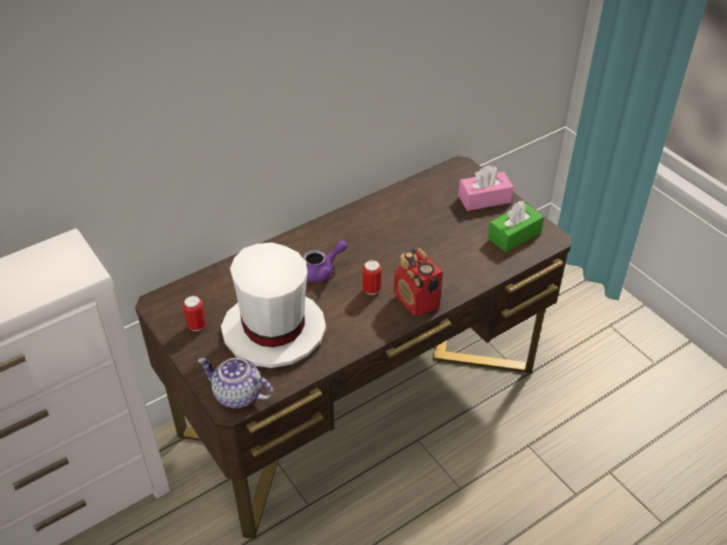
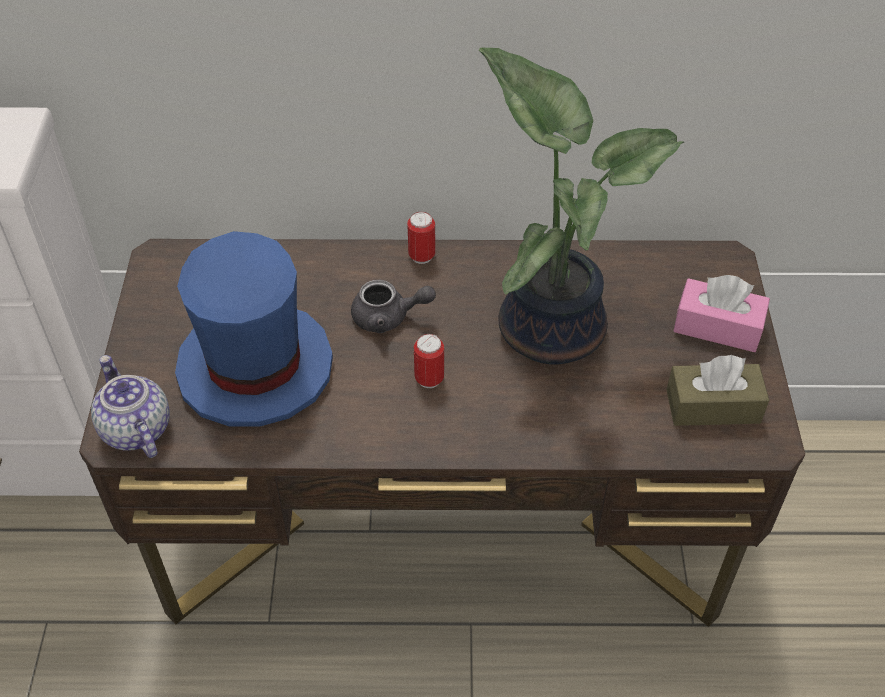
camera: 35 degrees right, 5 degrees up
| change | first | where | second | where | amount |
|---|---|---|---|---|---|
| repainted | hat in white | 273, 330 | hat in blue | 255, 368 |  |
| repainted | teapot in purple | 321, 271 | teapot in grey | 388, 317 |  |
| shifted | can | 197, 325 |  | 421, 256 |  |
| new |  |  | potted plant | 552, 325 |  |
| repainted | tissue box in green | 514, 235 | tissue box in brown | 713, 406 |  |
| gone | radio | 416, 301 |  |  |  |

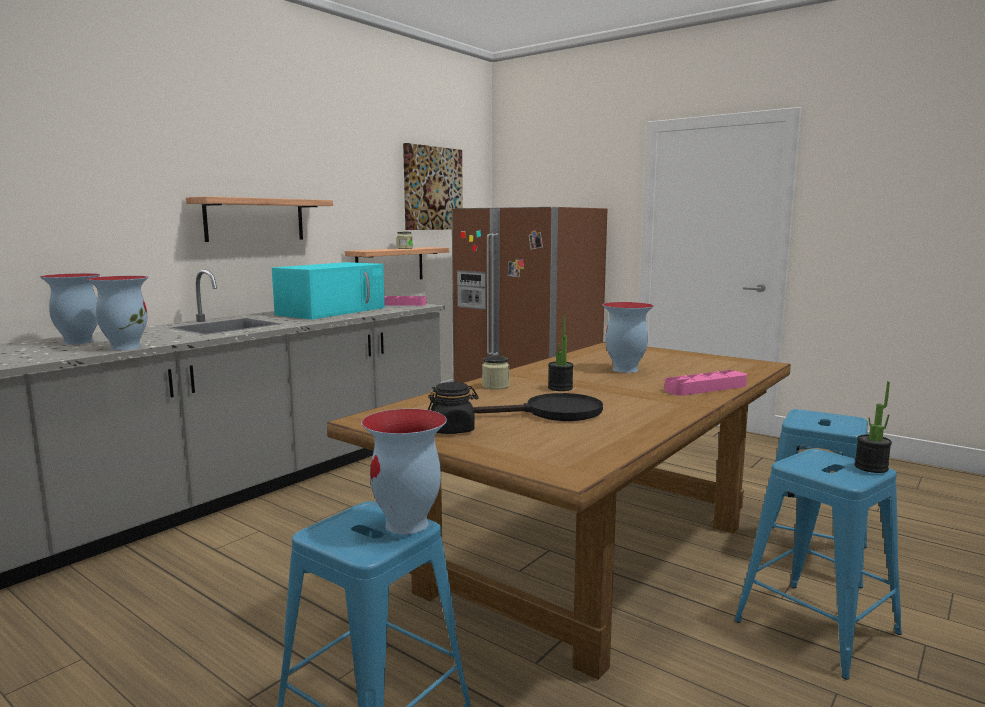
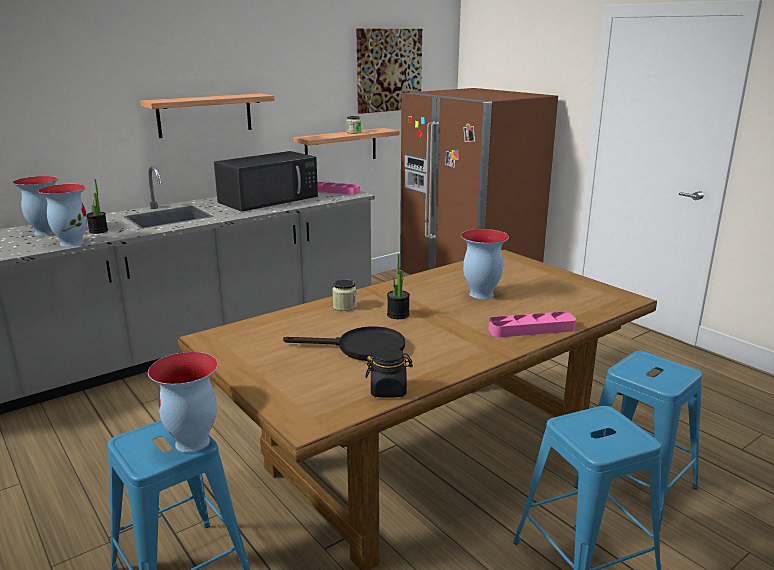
camera: 15 degrees right, 10 degrees up
| change | first | where | second | where | amount |
|---|---|---|---|---|---|
| shifted | potted plant | 871, 467 |  | 98, 231 |  |
| repainted | microwave in turquoise | 332, 311 | microwave in black | 269, 199 |  |
| shifted | jar in black | 453, 430 |  | 388, 390 |  |

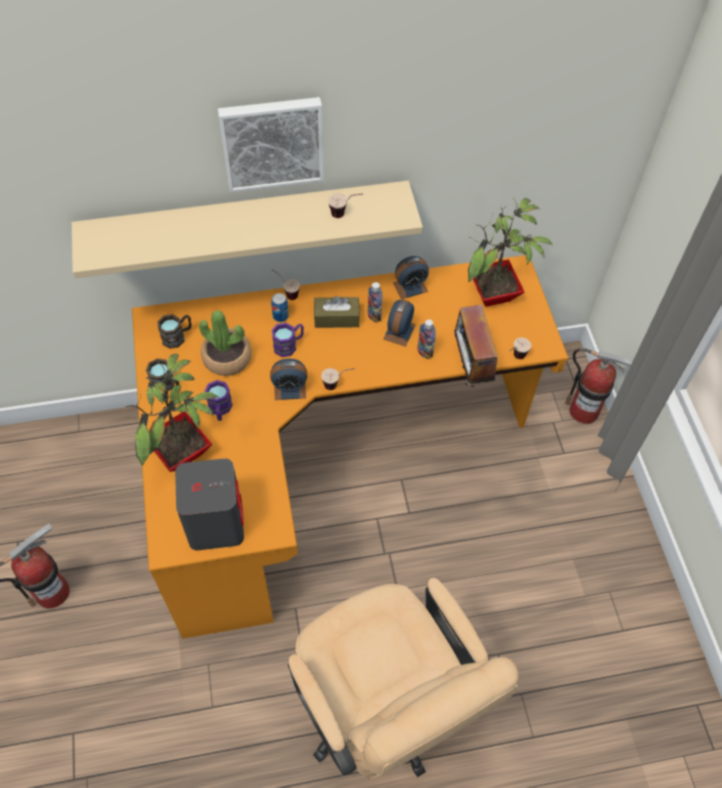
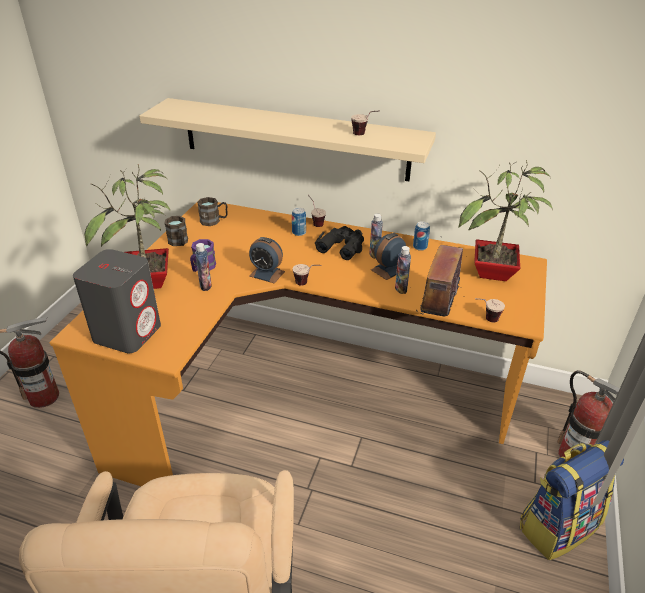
camera: 30 degrees right, 20 degrees down
| change | first | where | second | where | amount |
|---|---|---|---|---|---|
| new |  |  | bottle | 205, 285 |  |
| swapped | tissue box in brown | 336, 318 | binoculars in black | 342, 246 |  |
| swapped | alarm clock | 410, 287 | can | 420, 247 |  |
| new |  |  | backpack | 557, 526 |  |
| gone | potted plant | 227, 358 |  |  |  |
| gone | picture | 272, 142 |  |  |  |
| gone | mug in purple | 289, 345 |  |  |  |

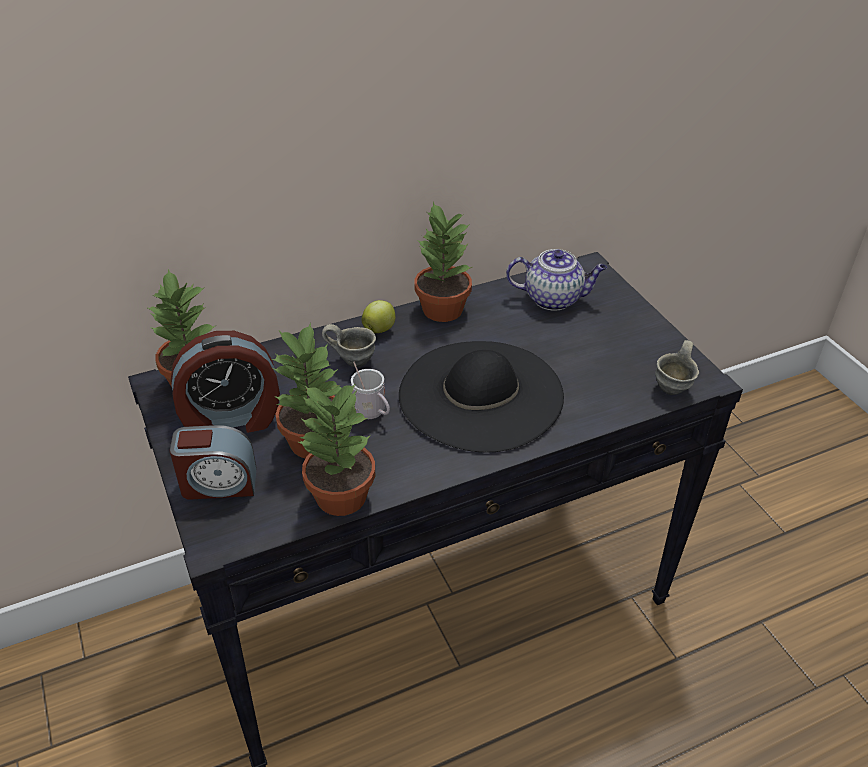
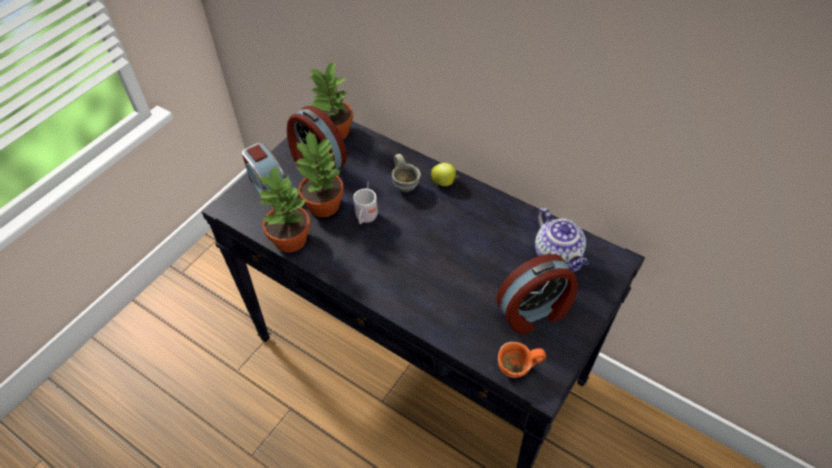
camera: 60 degrees right, 10 degrees up
| change | first | where | second | where | amount |
|---|---|---|---|---|---|
| new |  |  | alarm clock | 535, 312 |  |
| repainted | mug in grey | 675, 387 | mug in orange | 516, 370 |  |
| gone | hat in black | 481, 394 |  |  |  |
| gone | potted plant | 441, 309 |  |  |  |

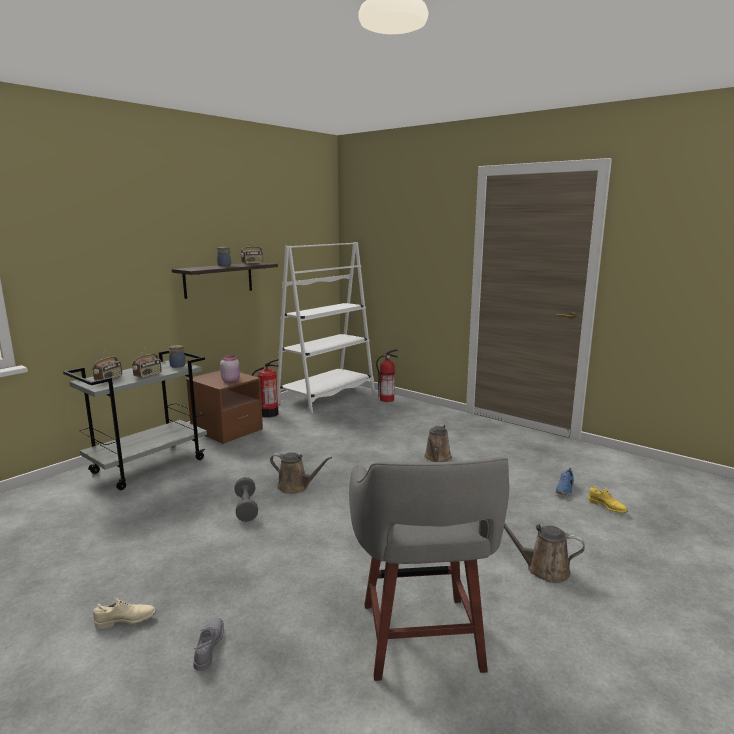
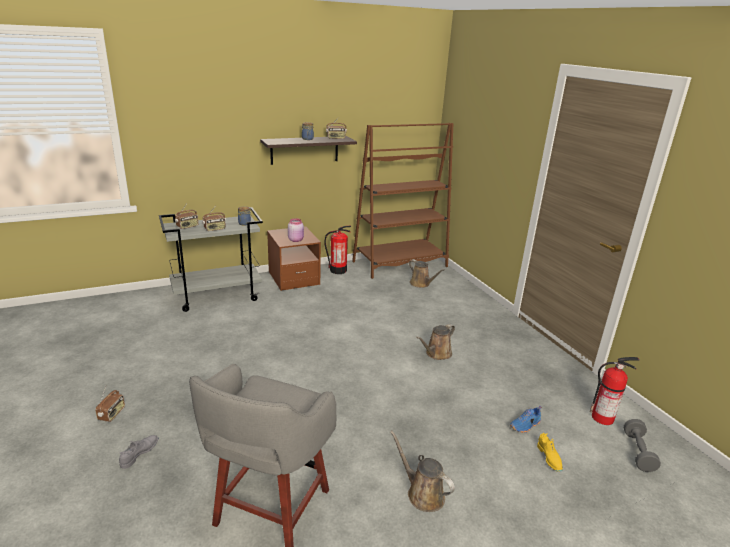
camera: 25 degrees right, 10 degrees up
| change | first | where | second | where | amount |
|---|---|---|---|---|---|
| swapped | shoe in beige | 126, 620 | radio | 112, 414 |  |
| repainted | bookcase in white | 327, 396 | bookcase in brown | 400, 264 |  |
| shifted | watering can in brown | 296, 487 |  | 421, 284 |  |
| shifted | fire extinguisher | 387, 399 |  | 603, 417 |  |
| shifted | dumbbell in grey | 246, 507 |  | 638, 452 |  |

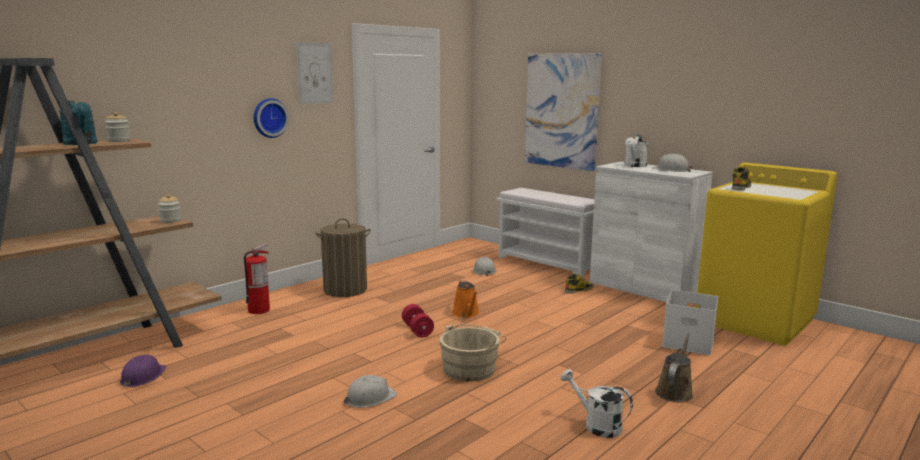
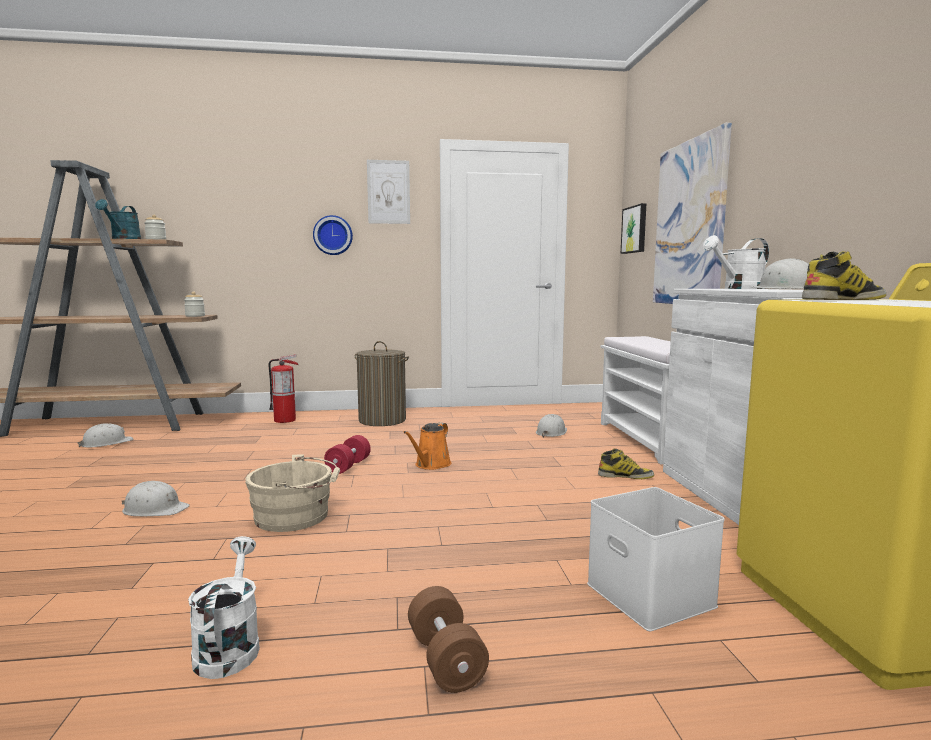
camera: 40 degrees right, 5 degrees down
| change | first | where | second | where | amount |
|---|---|---|---|---|---|
| repainted | hard hat in purple | 142, 377 | hard hat in white | 106, 443 |  |
| swapped | watering can in brown | 674, 391 | dumbbell in brown | 446, 659 |  |
| new |  |  | picture | 635, 229 |  |

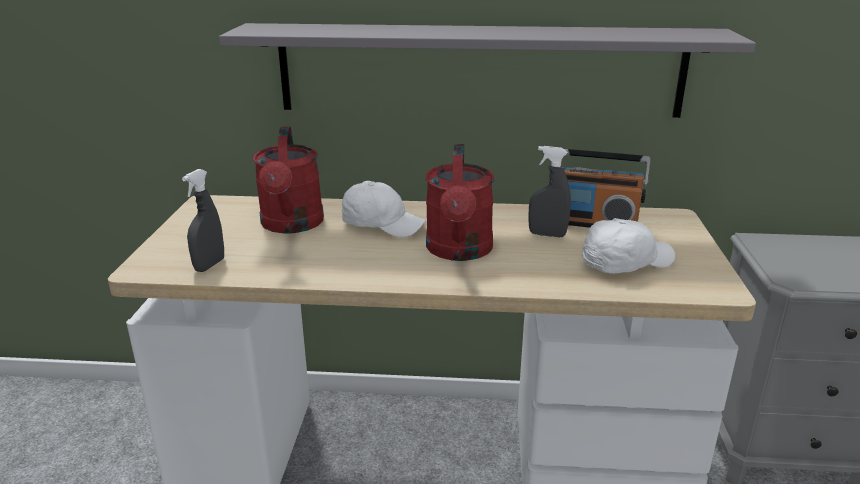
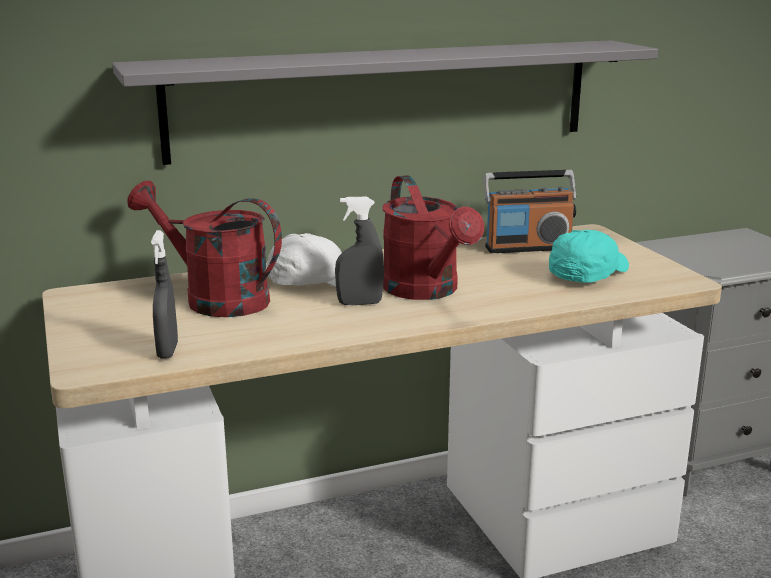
camera: 25 degrees left, 5 degrees down
| change | first | where | second | where | amount |
|---|---|---|---|---|---|
| rotated | watering can in red | 292, 225 |  | 214, 299 | 150 degrees clockwise |
| shifted | spray bottle in grey | 547, 234 |  | 359, 303 |  |
| repainted | cap in white | 624, 262 | cap in turquoise | 587, 274 |  |

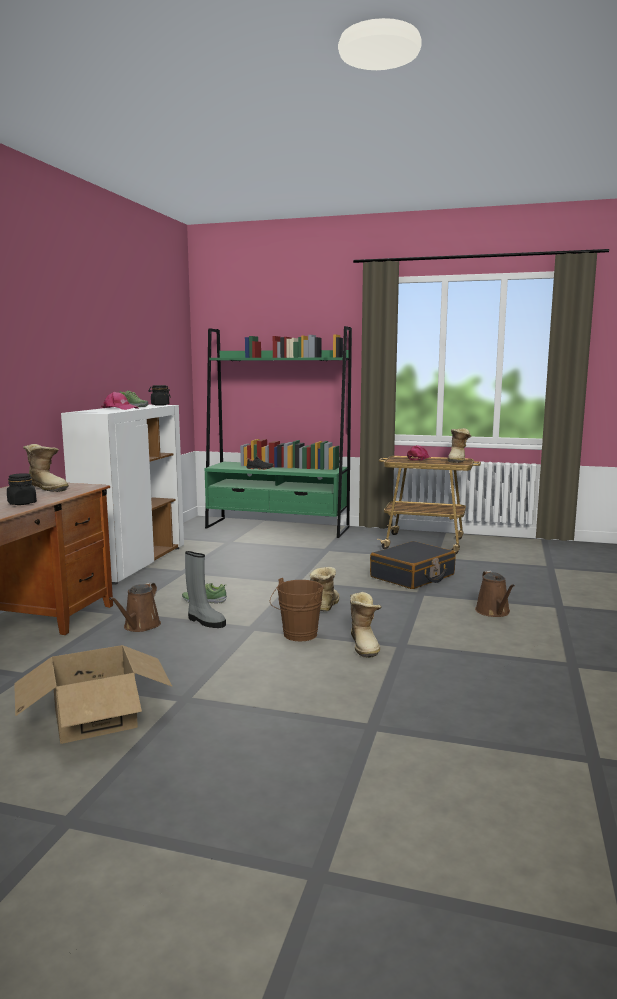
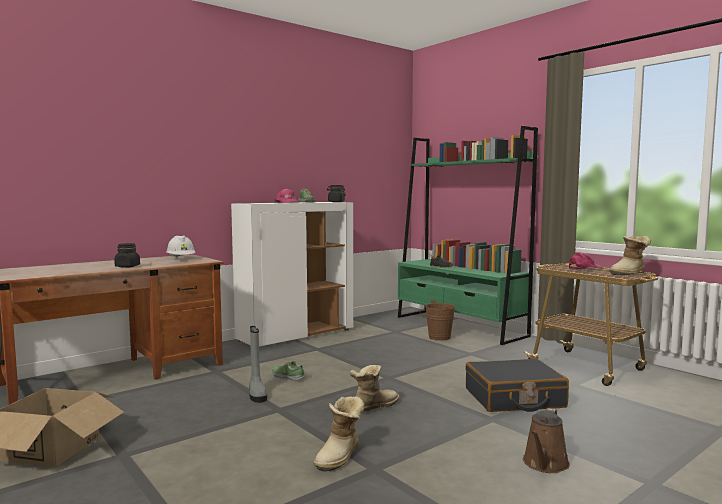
camera: 35 degrees right, 5 degrees down
| change | first | where | second | where | amount |
|---|---|---|---|---|---|
| swapped | boot | 48, 488 | hard hat in white | 181, 259 |  |
| shifted | bucket in brown | 297, 636 |  | 437, 337 |  |
| gone | watering can in brown | 140, 626 |  |  |  |

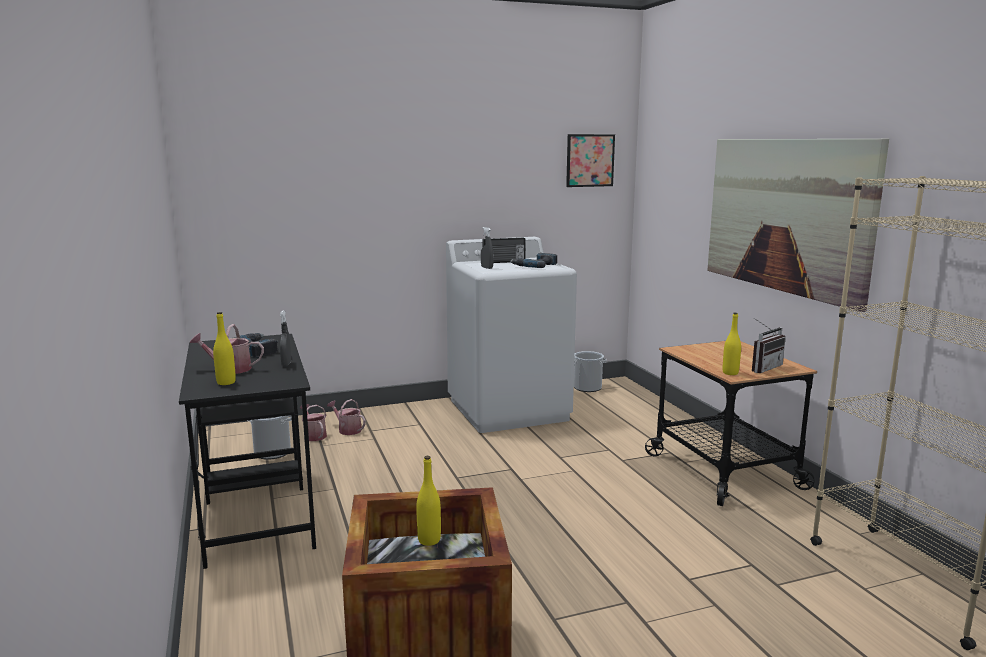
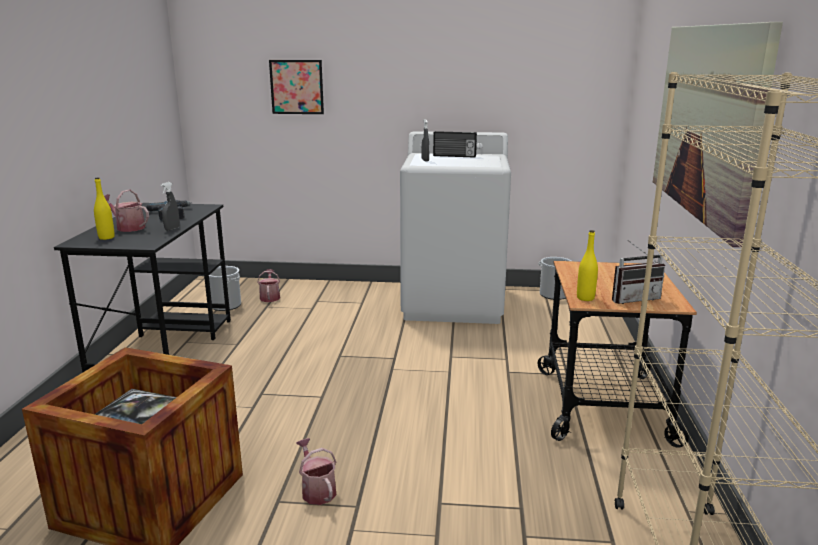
camera: 25 degrees right, 5 degrees up
| change | first | where | second | where | amount |
|---|---|---|---|---|---|
| shifted | picture | 590, 160 |  | 297, 87 |  |
| shifted | watering can | 347, 430 |  | 317, 490 |  |
| gone | bottle in yellow | 429, 540 |  |  |  |
| gone | power drill | 535, 265 |  |  |  |

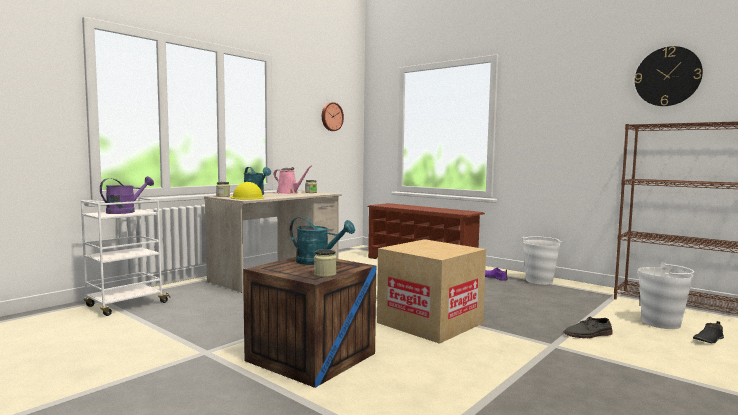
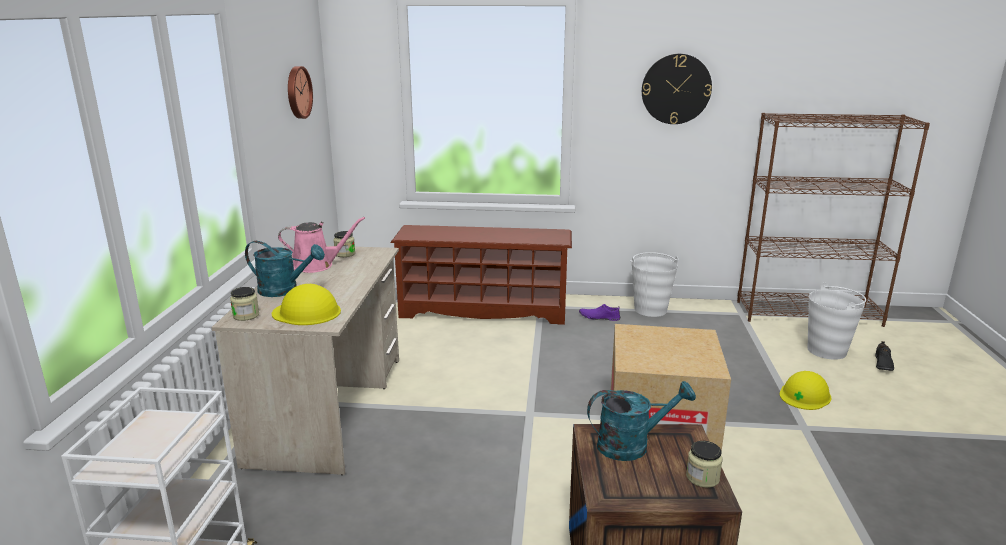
camera: 35 degrees left, 15 degrees up
| change | first | where | second | where | amount |
|---|---|---|---|---|---|
| shifted | wall clock | 667, 76 |  | 676, 89 |  |
| swapped | shoe in grey | 588, 334 | hard hat in yellow | 805, 395 |  |
| gone | watering can in purple | 125, 212 |  |  |  |

